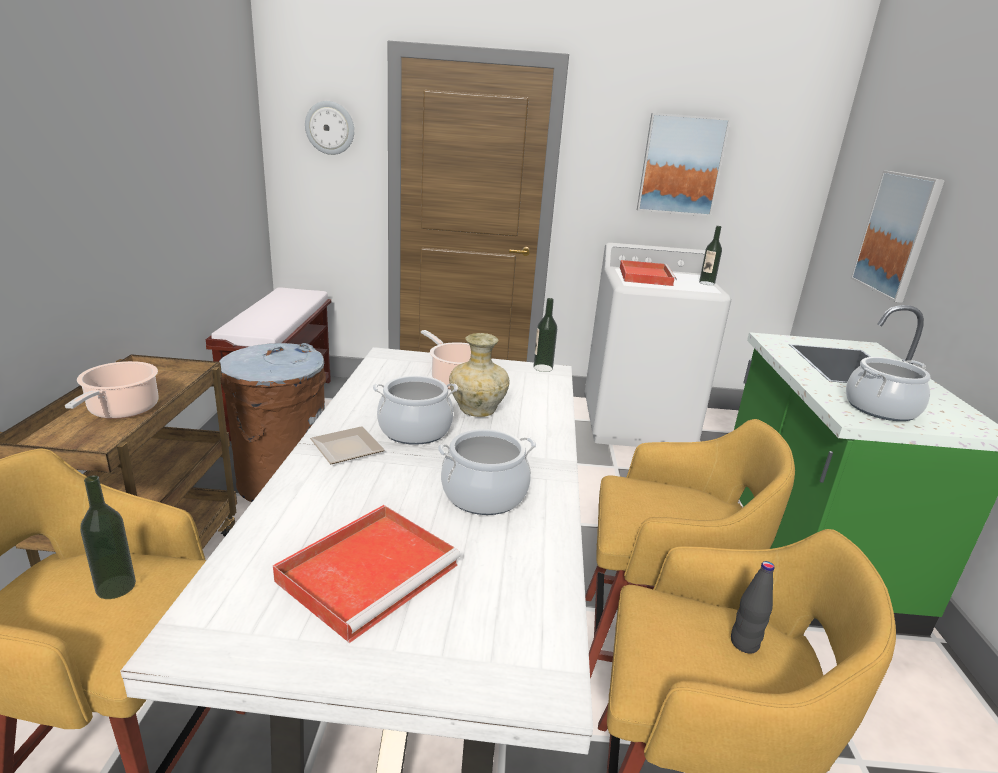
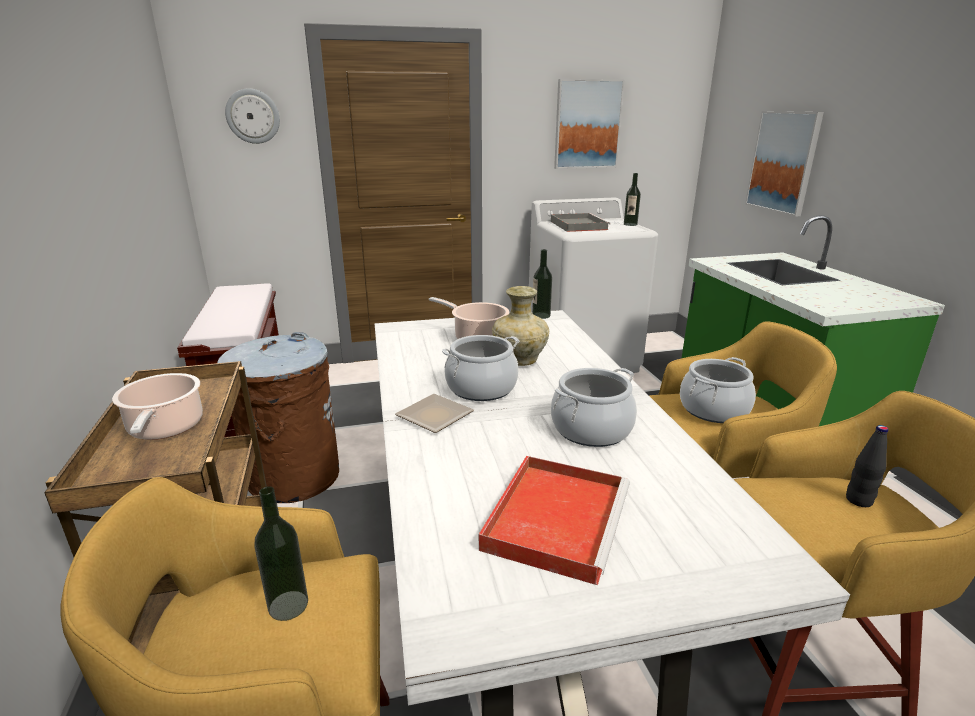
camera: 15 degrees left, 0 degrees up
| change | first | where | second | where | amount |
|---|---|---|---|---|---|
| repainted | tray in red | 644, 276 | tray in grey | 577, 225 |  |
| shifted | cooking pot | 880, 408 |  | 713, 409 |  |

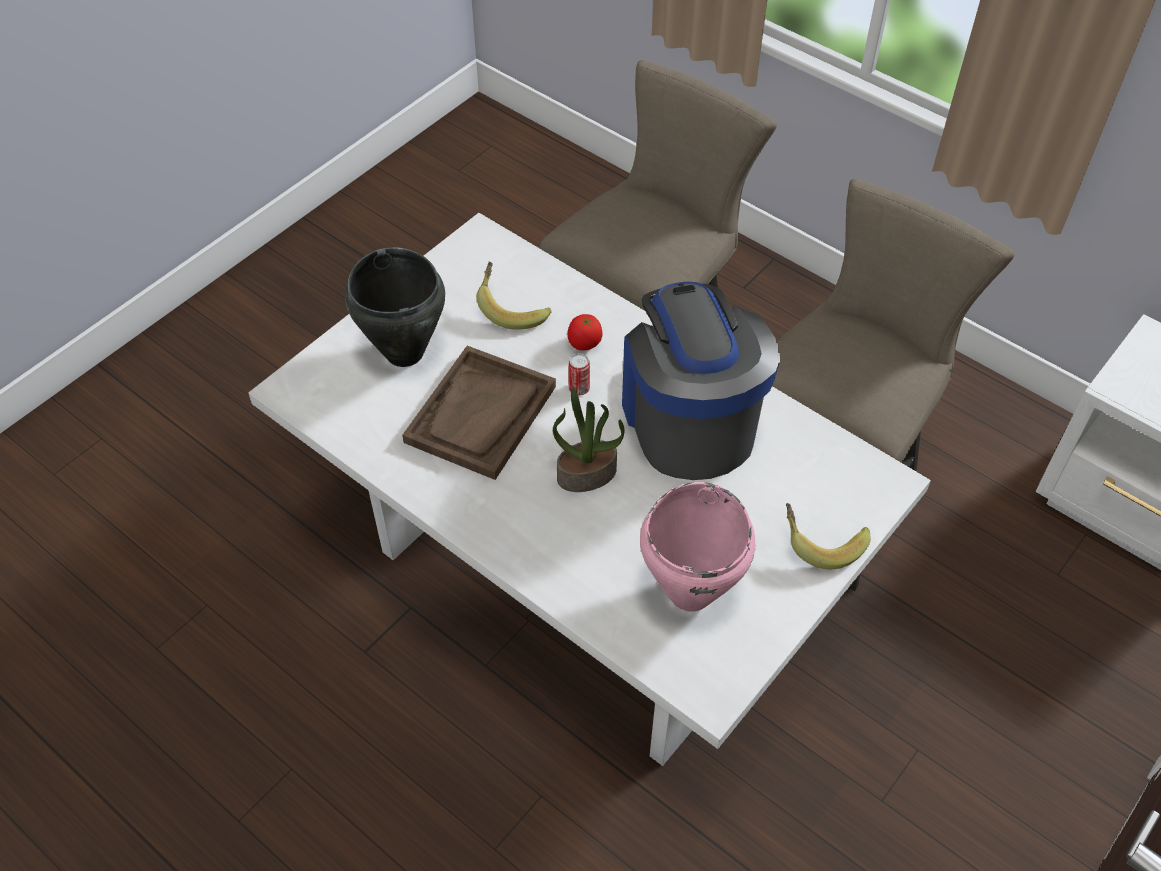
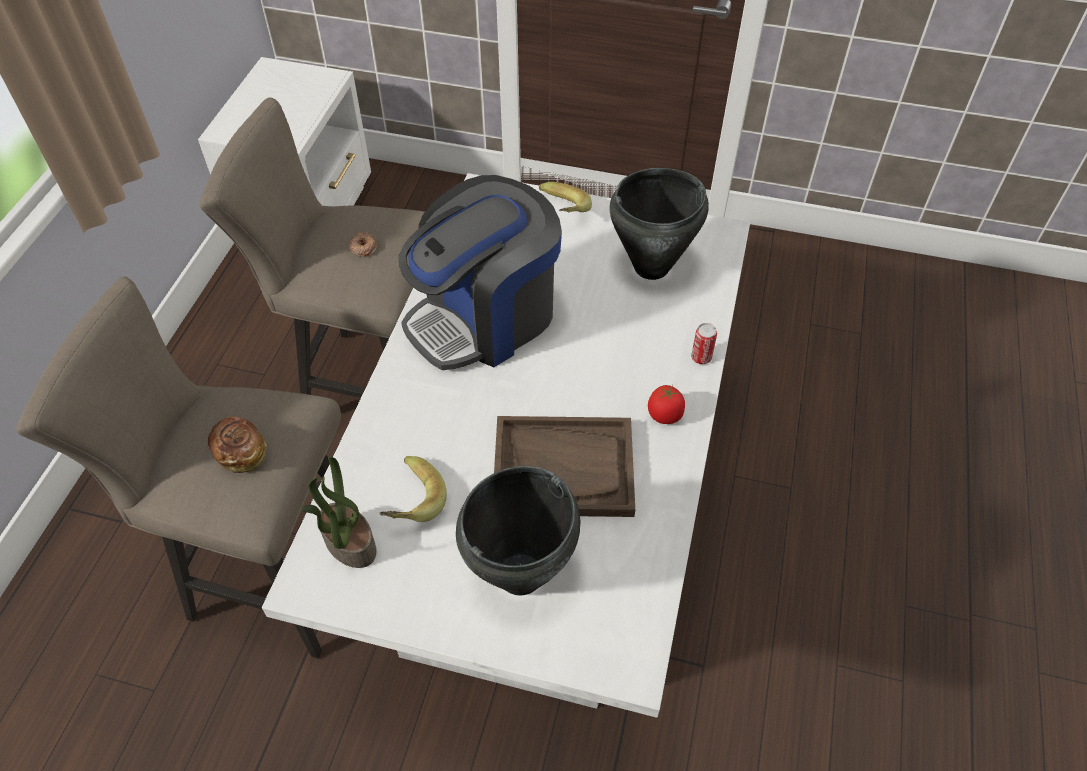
camera: 115 degrees left, 0 degrees up
| change | first | where | second | where | amount |
|---|---|---|---|---|---|
| new |  |  | bread | 240, 452 |  |
| shifted | potted plant | 587, 474 |  | 348, 543 |  |
| new |  |  | donut | 363, 247 |  |
| repainted | cooking pot in pink | 689, 593 | cooking pot in black | 652, 267 |  |
| shifted | tomato | 584, 344 |  | 665, 415 |  |
| shifted | can | 579, 388 |  | 701, 357 |  |

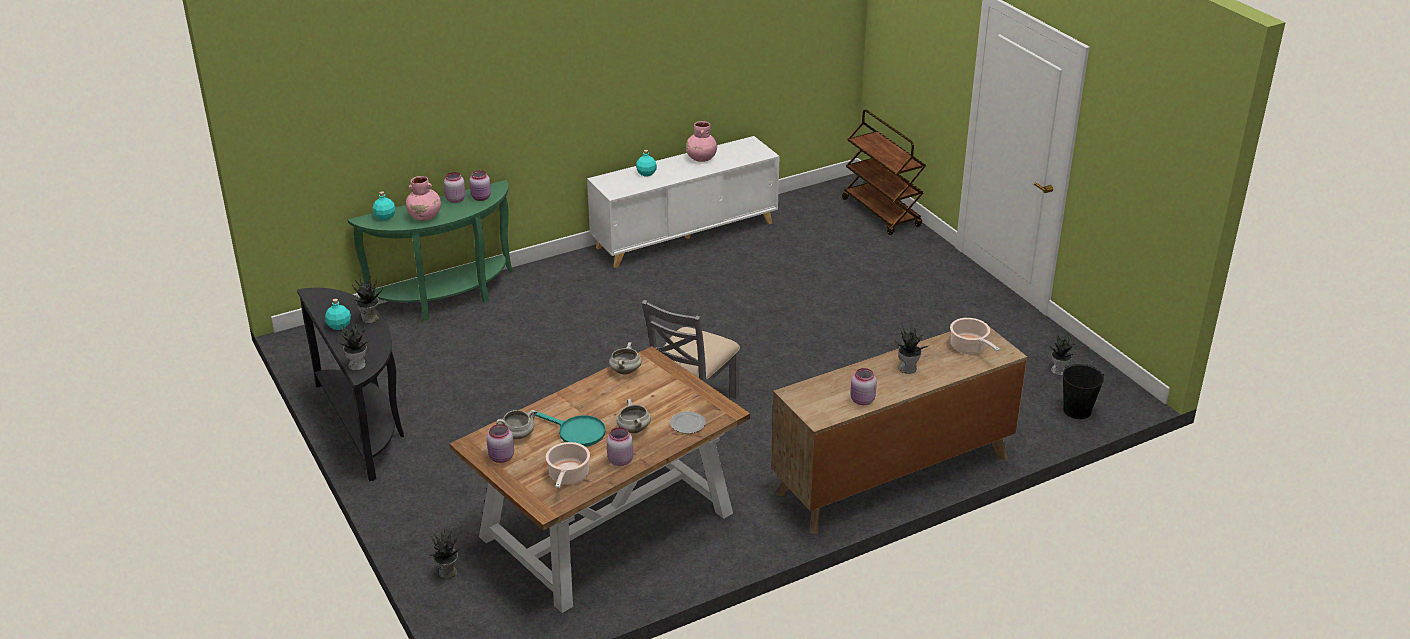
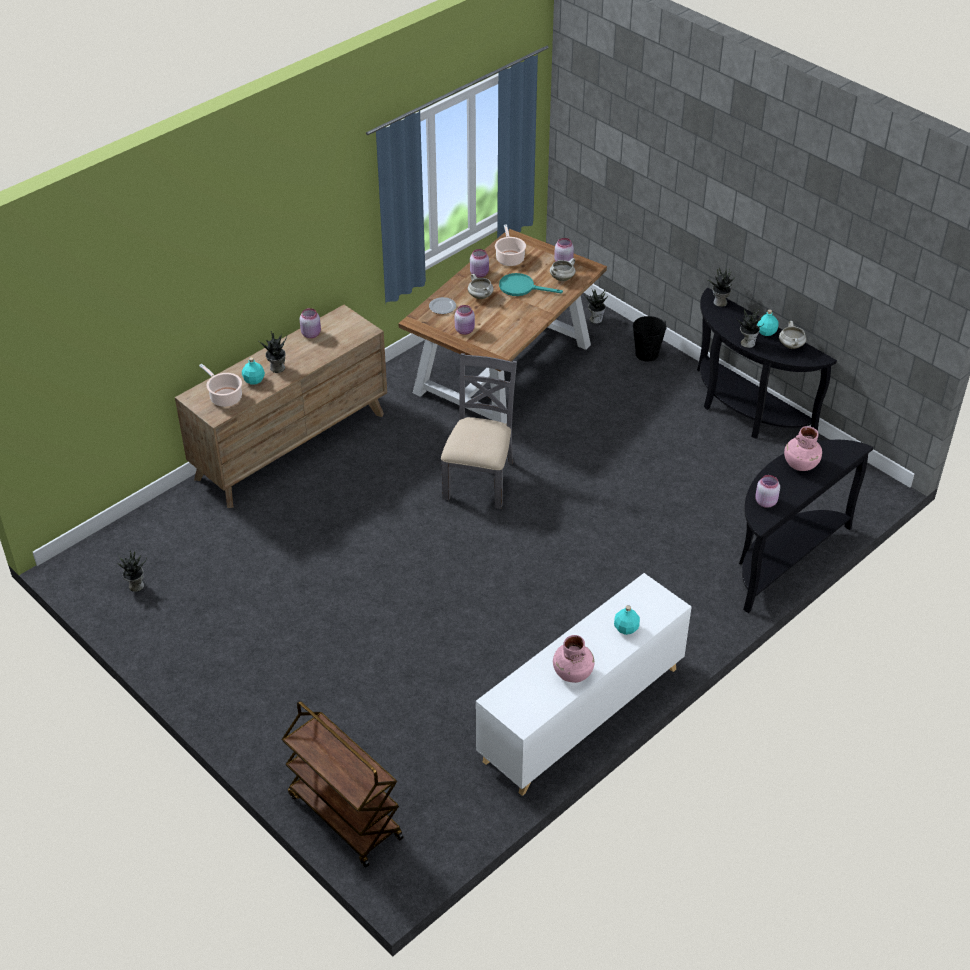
camera: 165 degrees right, 10 degrees up
| change | first | where | second | where | amount |
|---|---|---|---|---|---|
| shifted | bottle in turquoise | 385, 216 |  | 254, 380 |  |
| shifted | jar in pink | 455, 199 |  | 465, 330 |  |
| shifted | bucket in black | 1077, 410 |  | 646, 354 |  |
| repainted | console table in green | 447, 299 | console table in black | 782, 558 |  |
| shifted | cooking pot in white | 625, 371 |  | 791, 346 |  |

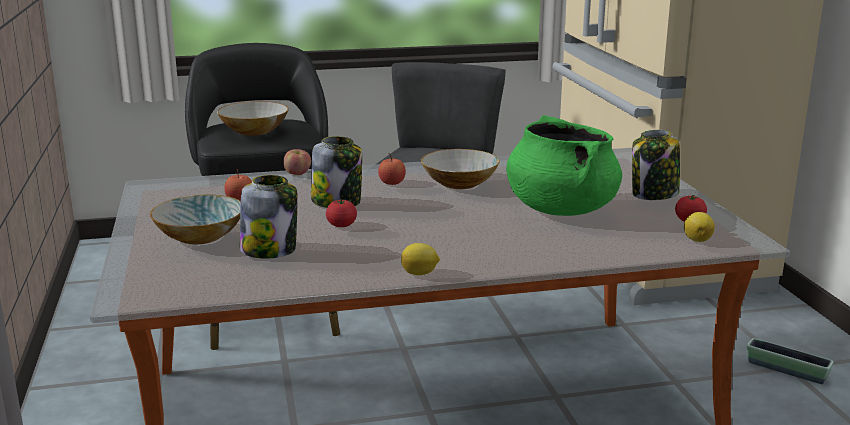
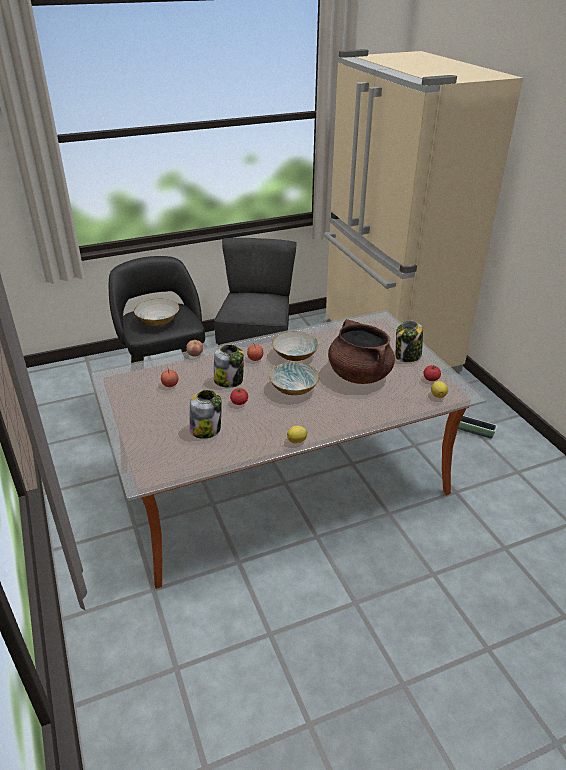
camera: 10 degrees left, 15 degrees up
| change | first | where | second | where | amount |
|---|---|---|---|---|---|
| shifted | bowl | 201, 236 |  | 294, 388 |  |
| repainted | cooking pot in green | 560, 209 | cooking pot in brown | 359, 375 |  |

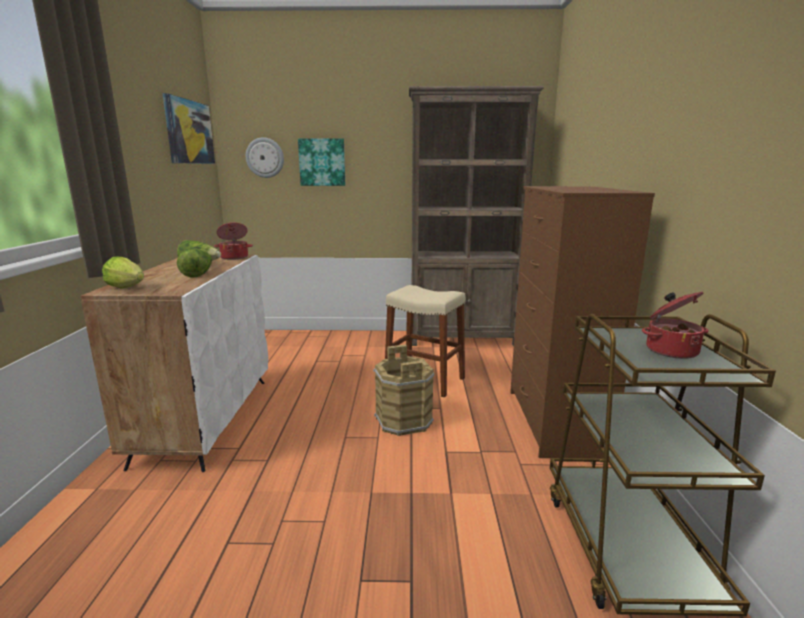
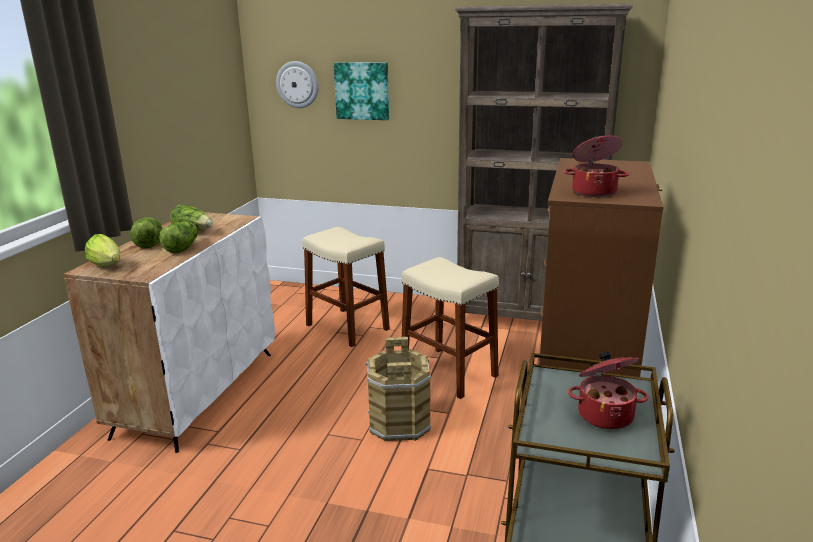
camera: 15 degrees right, 5 degrees up
| change | first | where | second | where | amount |
|---|---|---|---|---|---|
| new |  |  | lettuce | 148, 243 |  |
| new |  |  | stool in beige | 347, 327 |  |
| shifted | cooking pot | 234, 257 |  | 594, 192 |  |
| gone | picture | 189, 132 |  |  |  |

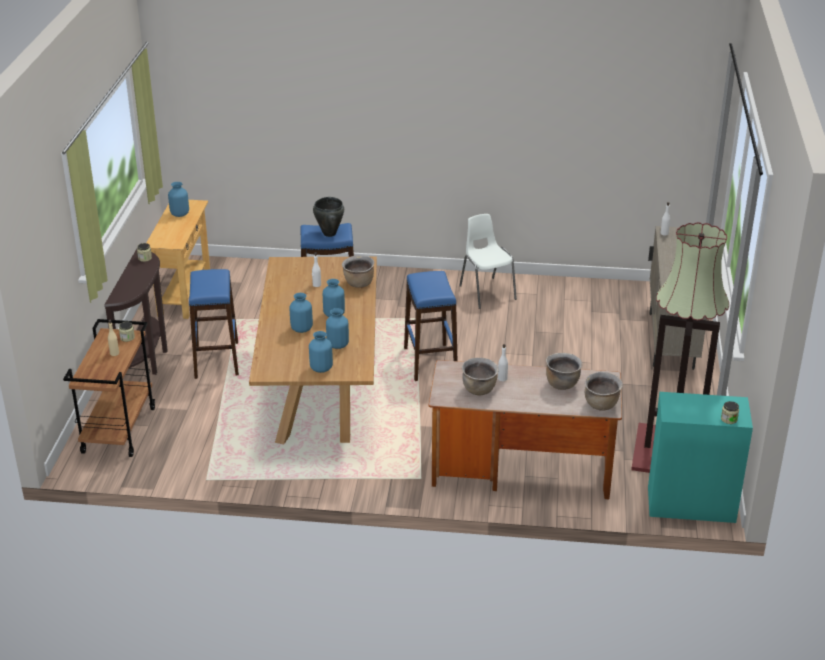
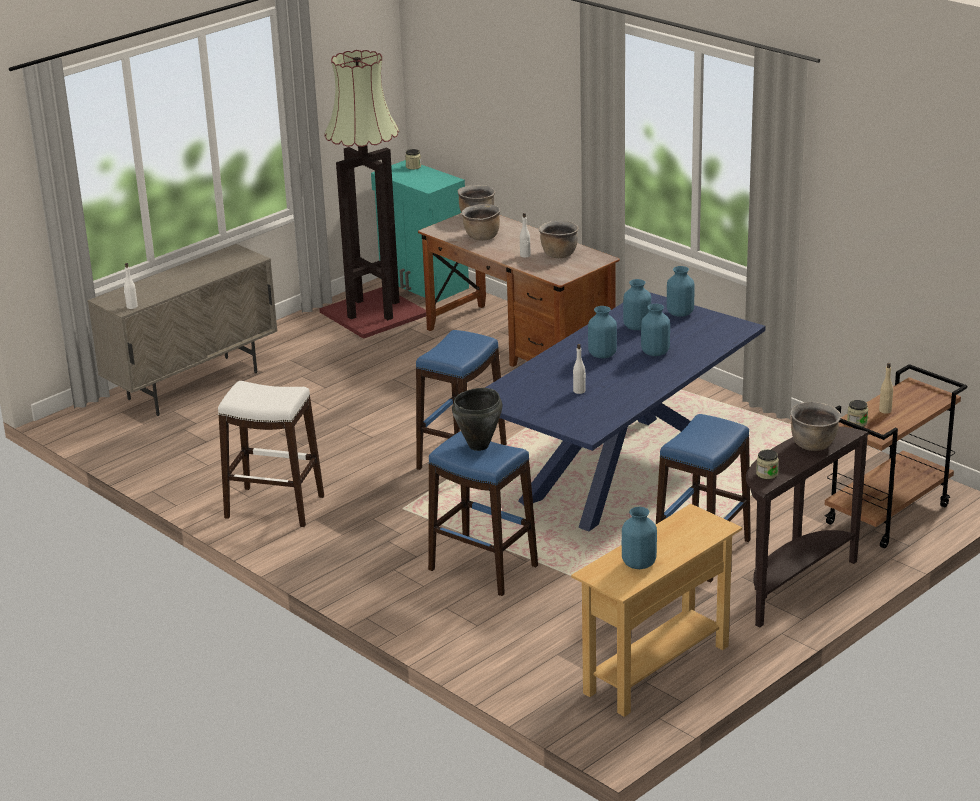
camera: 140 degrees left, 5 degrees down
| change | first | where | second | where | amount |
|---|---|---|---|---|---|
| swapped | chair in white | 487, 292 | stool in white | 274, 507 |  |
| repainted | dining table in brown | 319, 392 | dining table in blue | 620, 472 |  |
| shifted | cooking pot in brown | 359, 283 |  | 813, 445 |  |

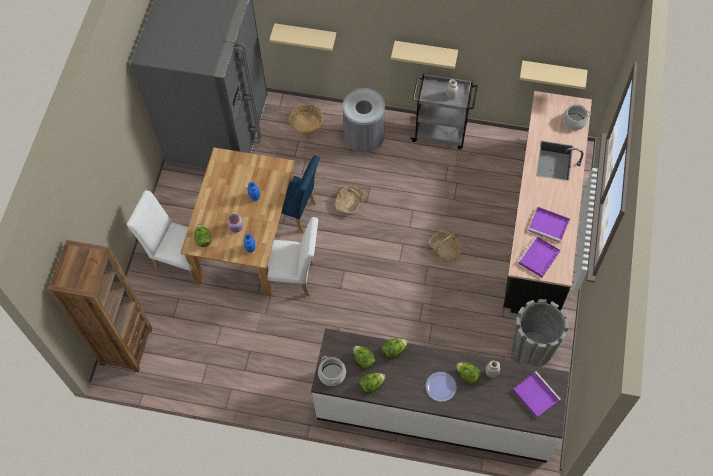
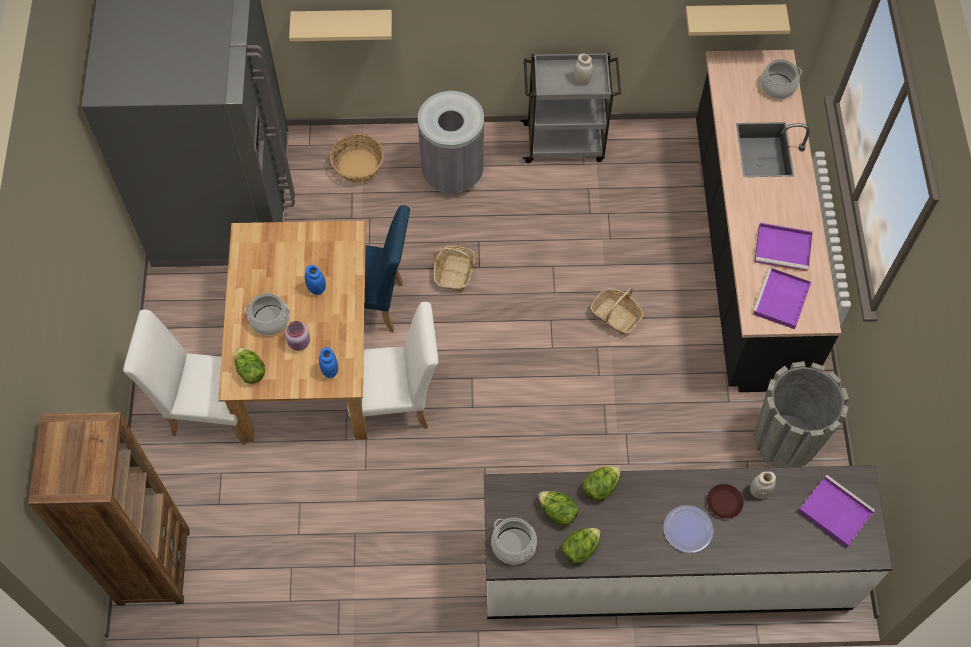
camera: 15 degrees left, 0 degrees up
| change | first | where | second | where | amount |
|---|---|---|---|---|---|
| new |  |  | cooking pot | 269, 320 |  |
| swapped | lettuce | 468, 375 | plate in brown | 724, 503 |  |
| gone | shelf in beige | 425, 52 |  |  |  |

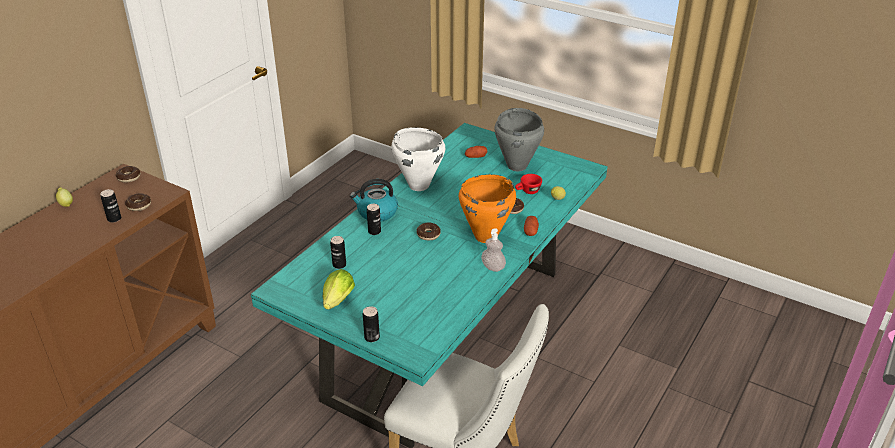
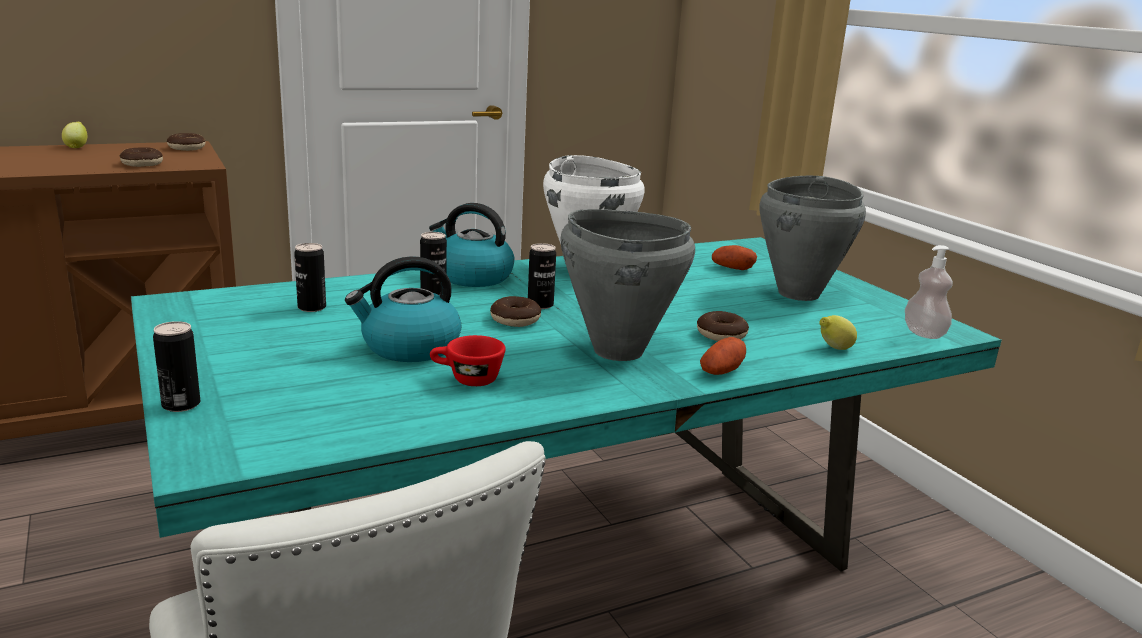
camera: 30 degrees right, 15 degrees down
| change | first | where | second | where | amount |
|---|---|---|---|---|---|
| new |  |  | kettle | 409, 347 |  |
| shifted | cup in red | 527, 191 |  | 466, 379 |  |
| shifted | can | 114, 219 |  | 540, 305 |  |
| repainted | cooking pot in orange | 485, 236 | cooking pot in grey | 617, 351 |  |
| shifted | soap dispenser | 493, 267 |  | 923, 334 |  |
| gone | lettuce | 337, 302 |  |  |  |

